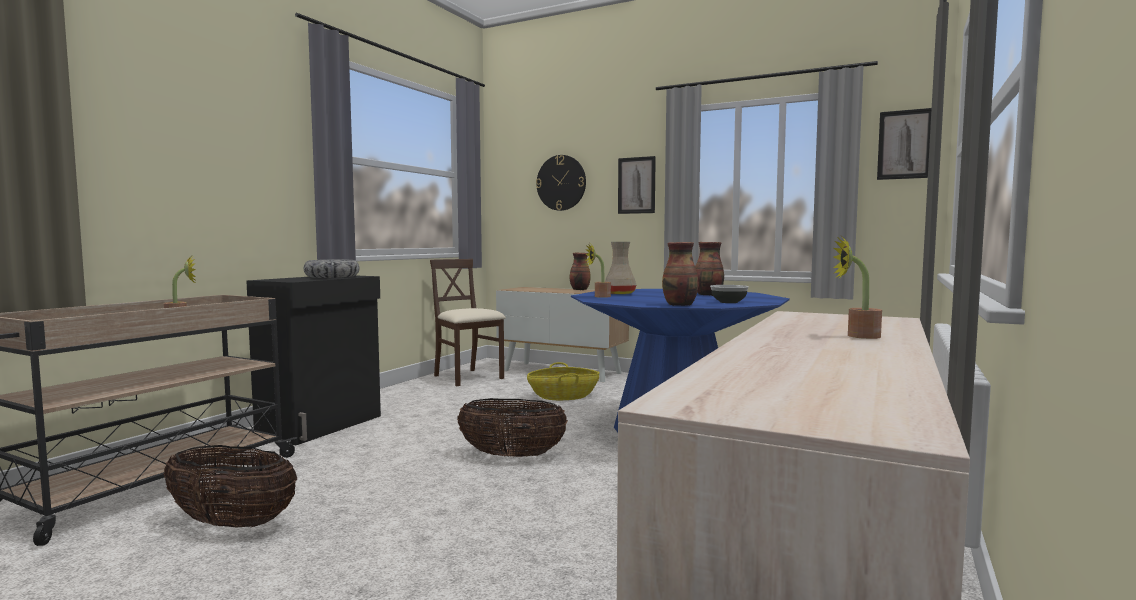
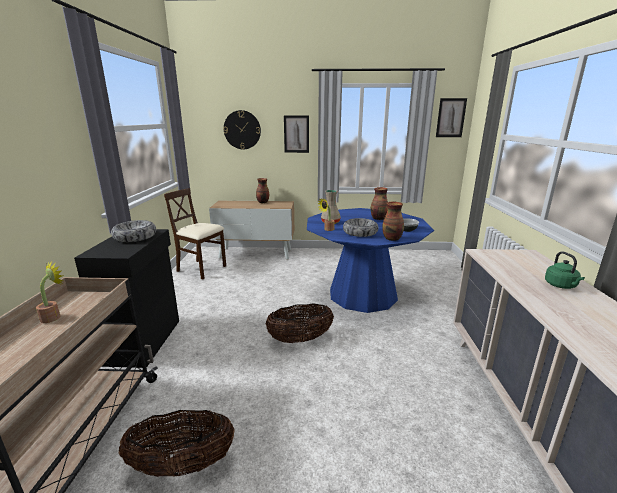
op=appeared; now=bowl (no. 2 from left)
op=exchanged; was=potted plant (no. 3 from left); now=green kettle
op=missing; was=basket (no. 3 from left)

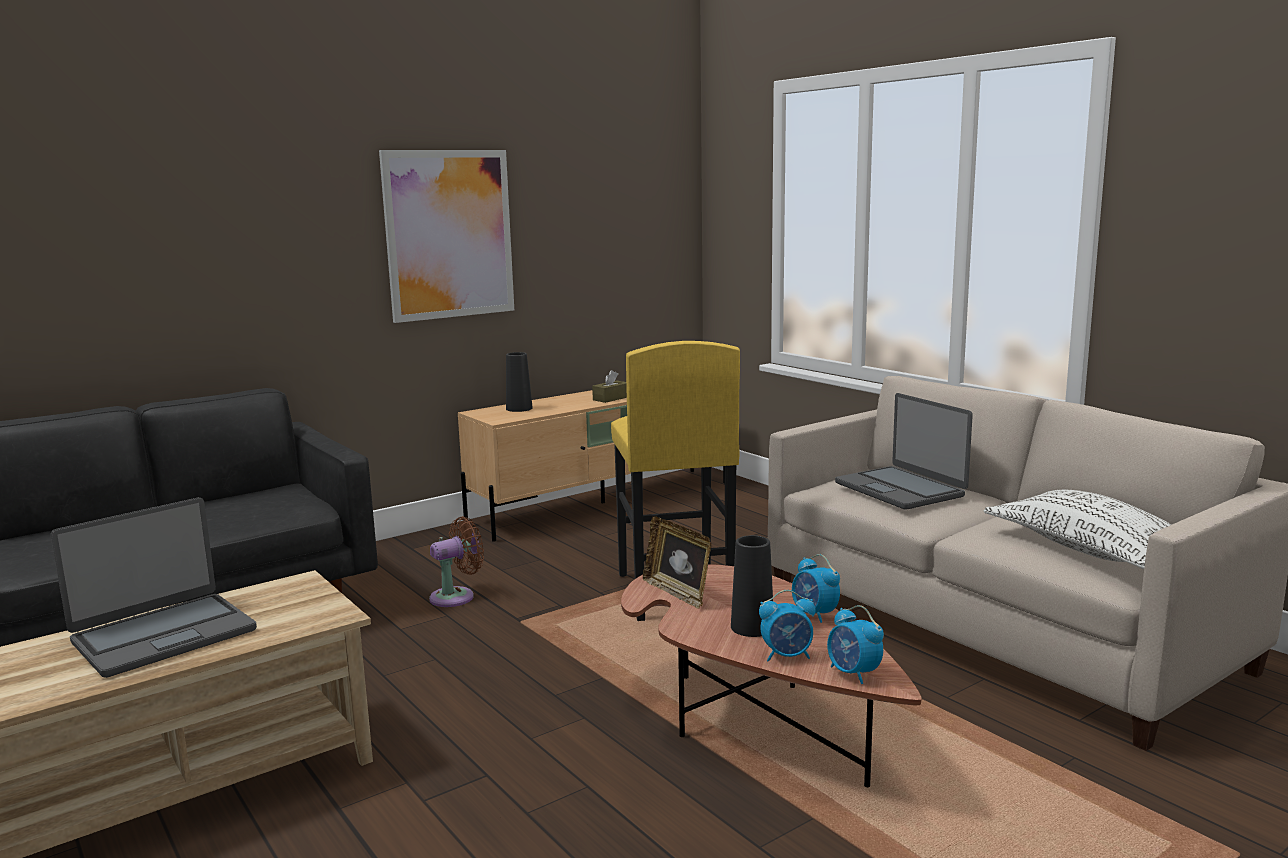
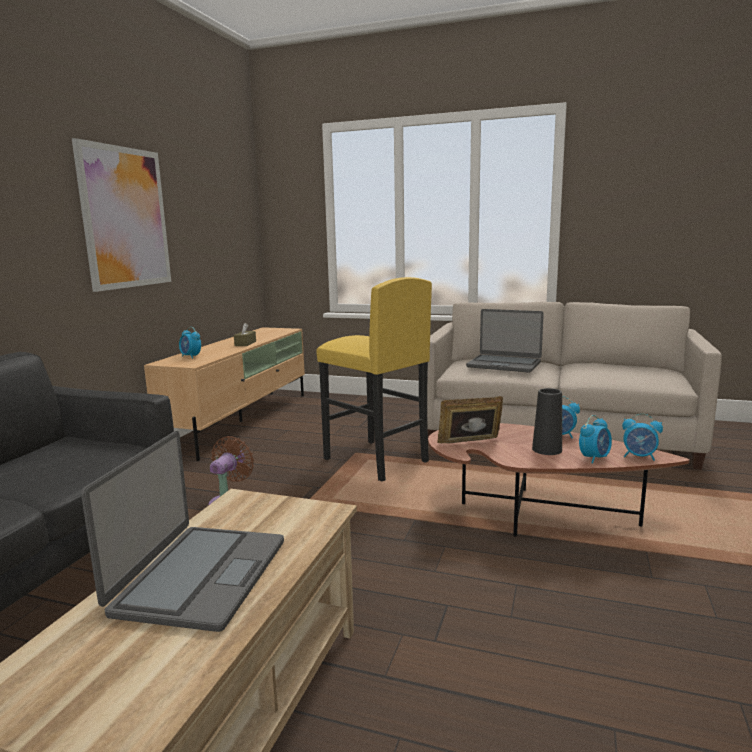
op=exchanged; was=black vase (no. 1 from left); now=alarm clock (no. 1 from left)
op=spun; was=picture frame; clockwise=150
op=missing; was=white pillow

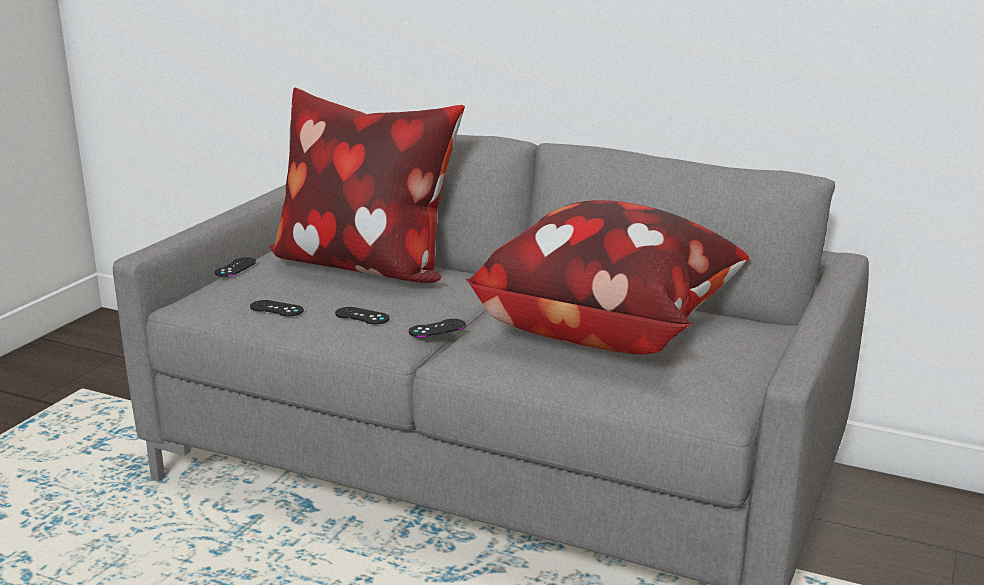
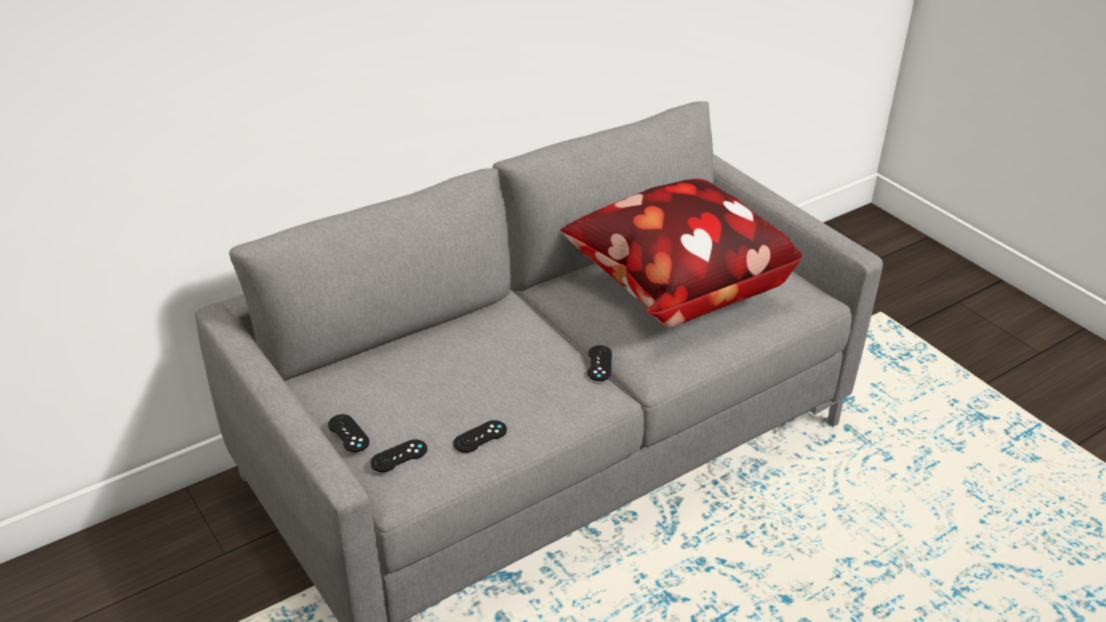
op=relocated; was=black game controller (no. 3 from left in the first image); now=black game controller (no. 2 from left)
op=missing; was=pillow (no. 1 from left)

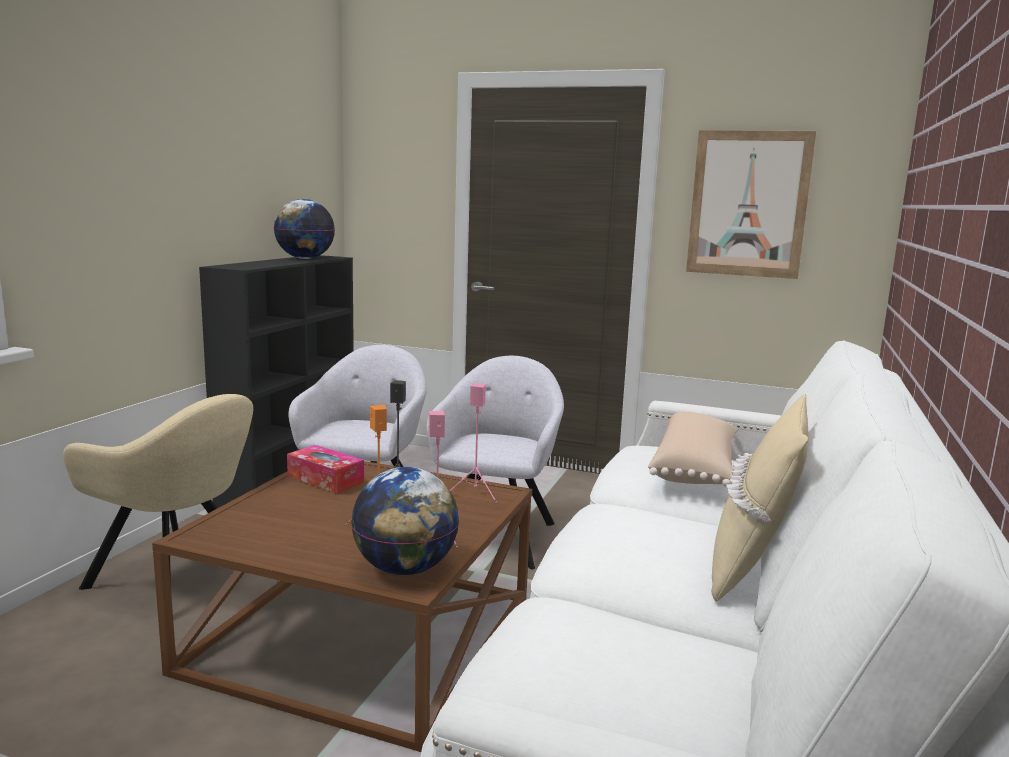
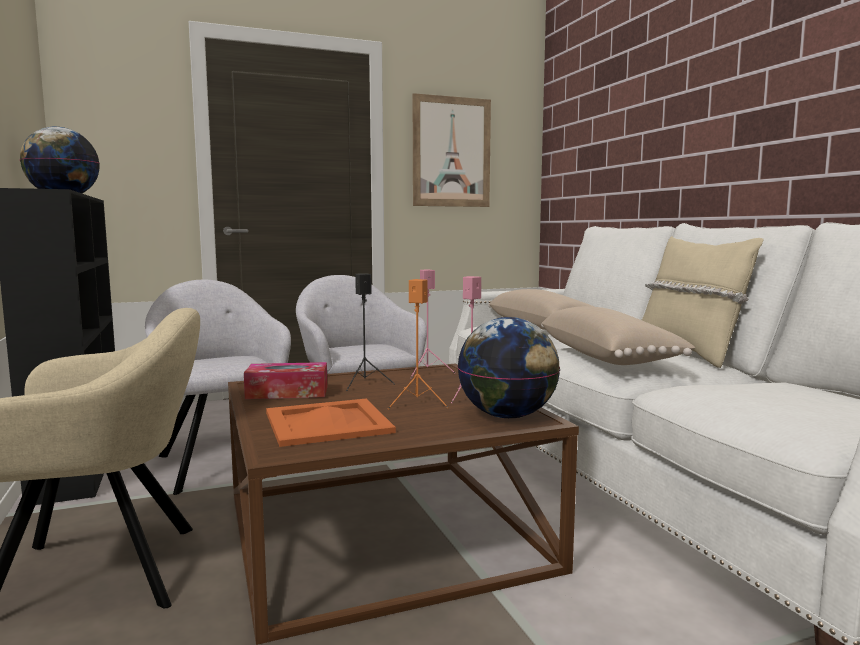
op=appeared; now=orange tray
op=appeared; now=beige pillow (no. 2 from left)

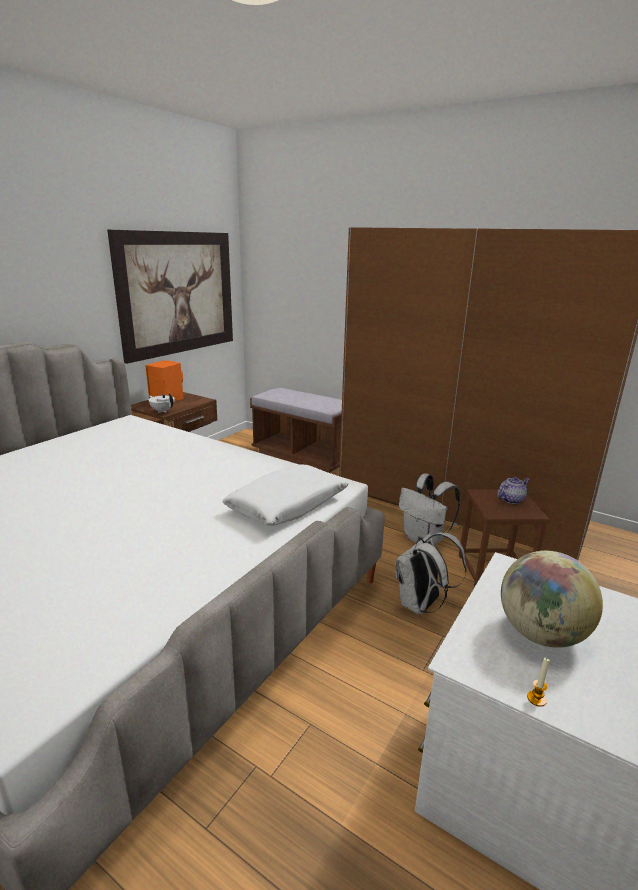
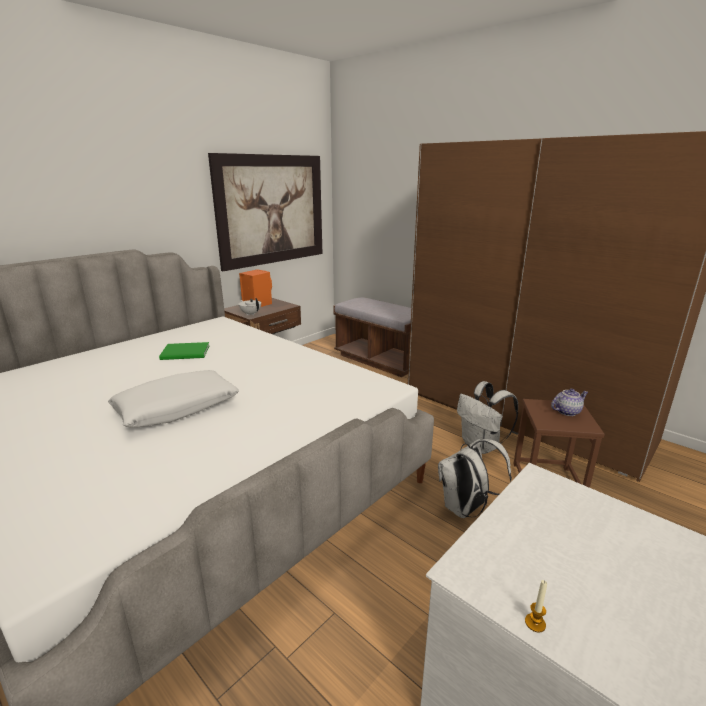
op=relocated; was=white pillow
op=appeared; now=green book
op=missing; was=globe

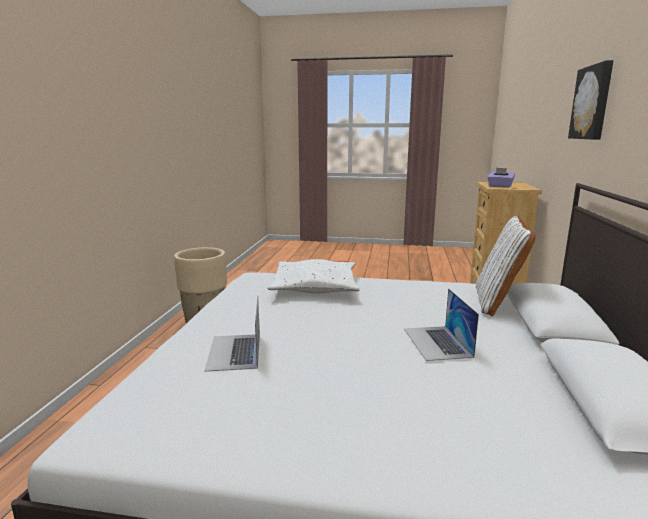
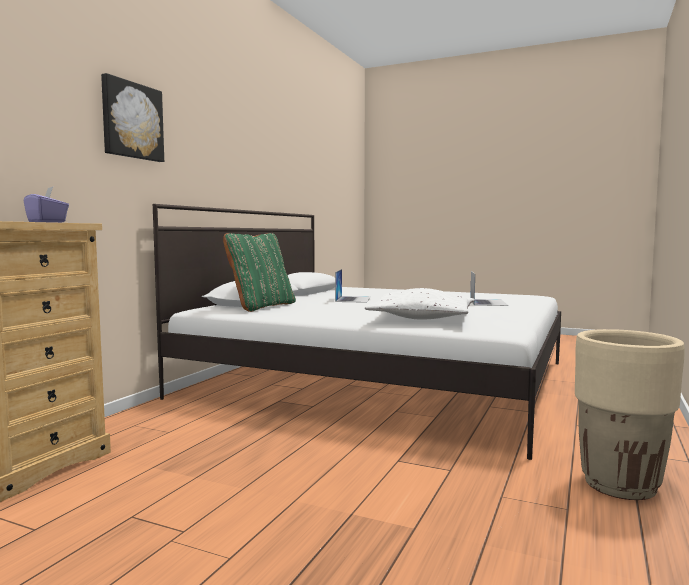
op=colour; was=white pillow (no. 2 from left); now=green pillow

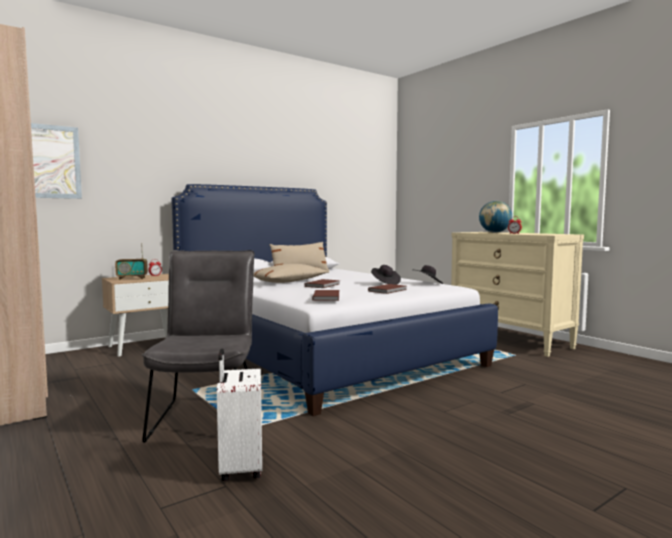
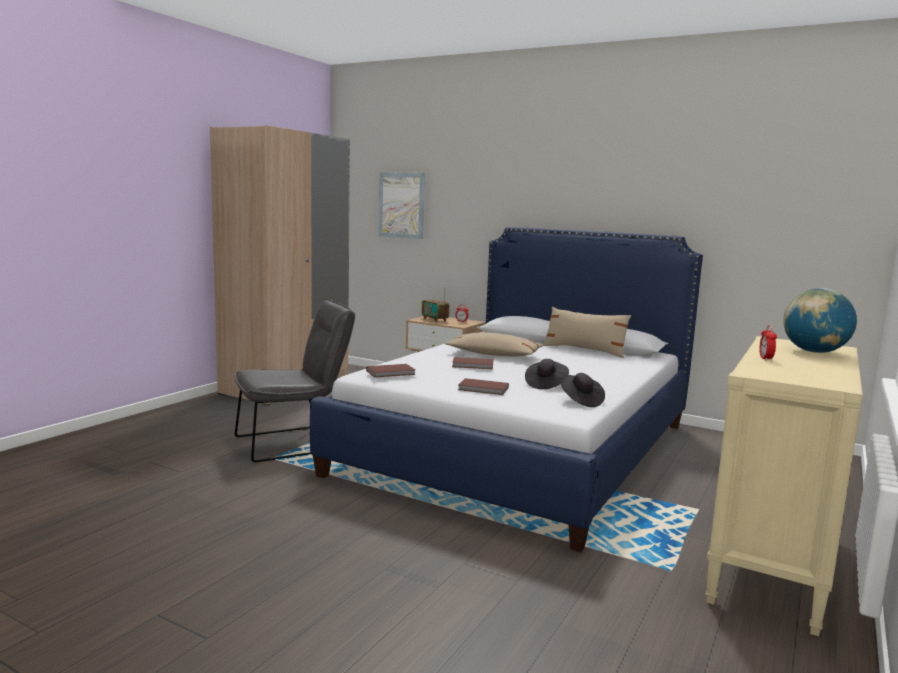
op=missing; was=white suitcase

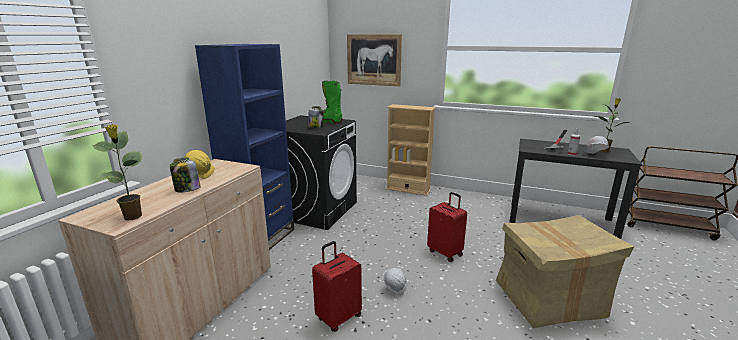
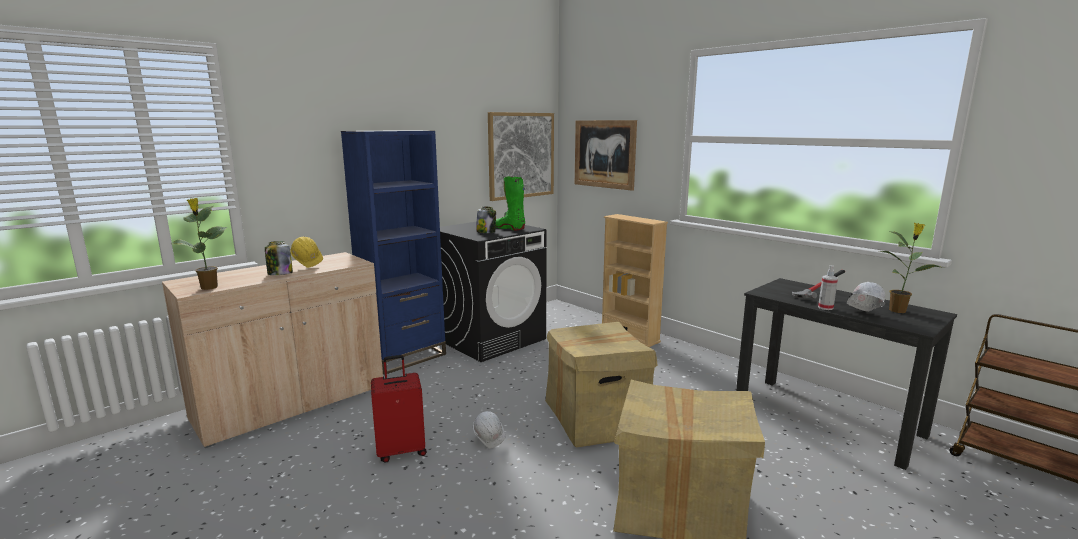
op=appeared; now=picture (no. 1 from left)
op=exchanged; was=red suitcase (no. 2 from left); now=cardboard box (no. 1 from left)

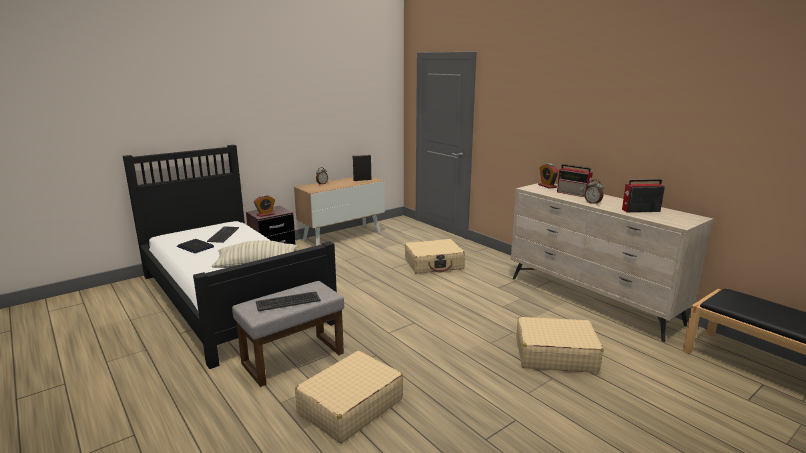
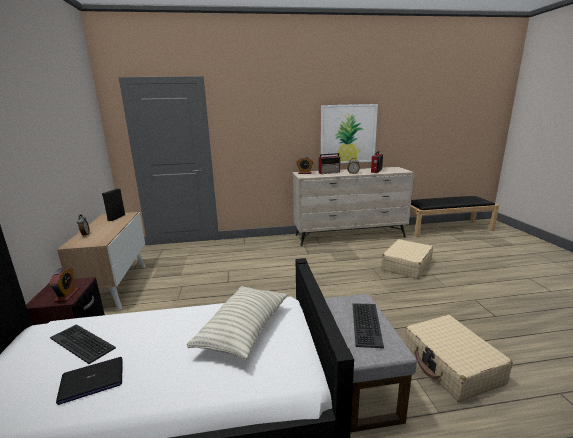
op=appeared; now=picture
op=missing; was=beige suitcase (no. 2 from left)

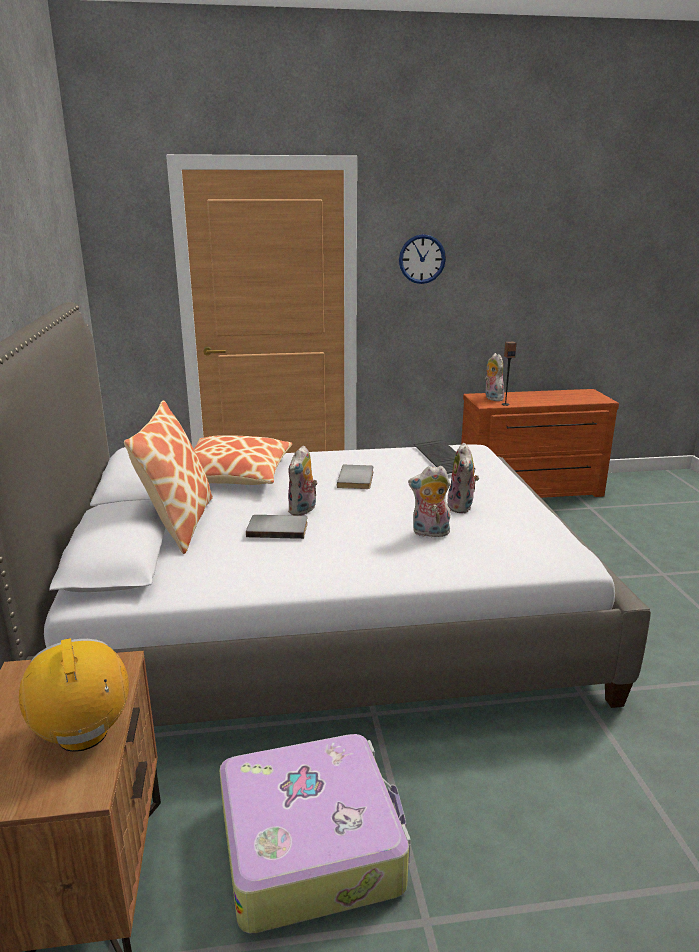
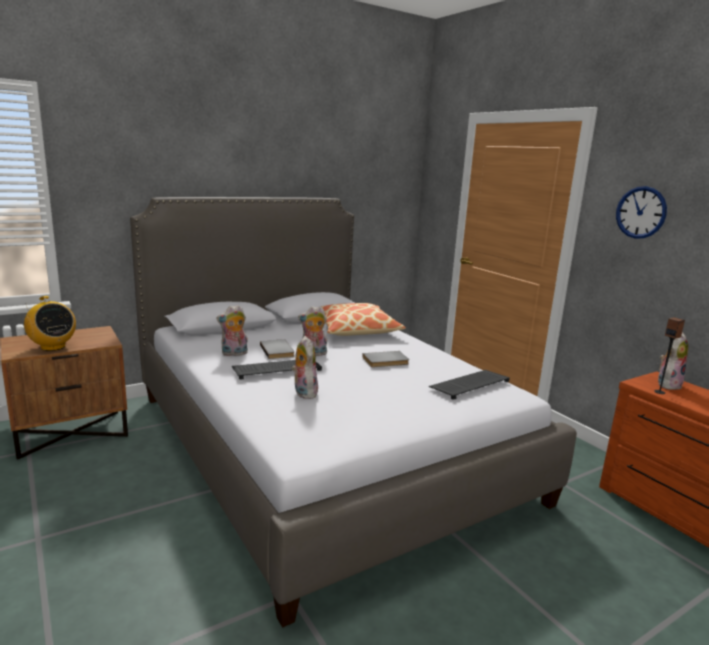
op=spun; was=radio; clockwise=90
op=relocated; was=plush toy (no. 3 from left in the first image); now=plush toy (no. 1 from left)
op=appeared; now=keyboard (no. 1 from left)
op=missing; was=pillow (no. 1 from left)
op=missing; was=suitcase

